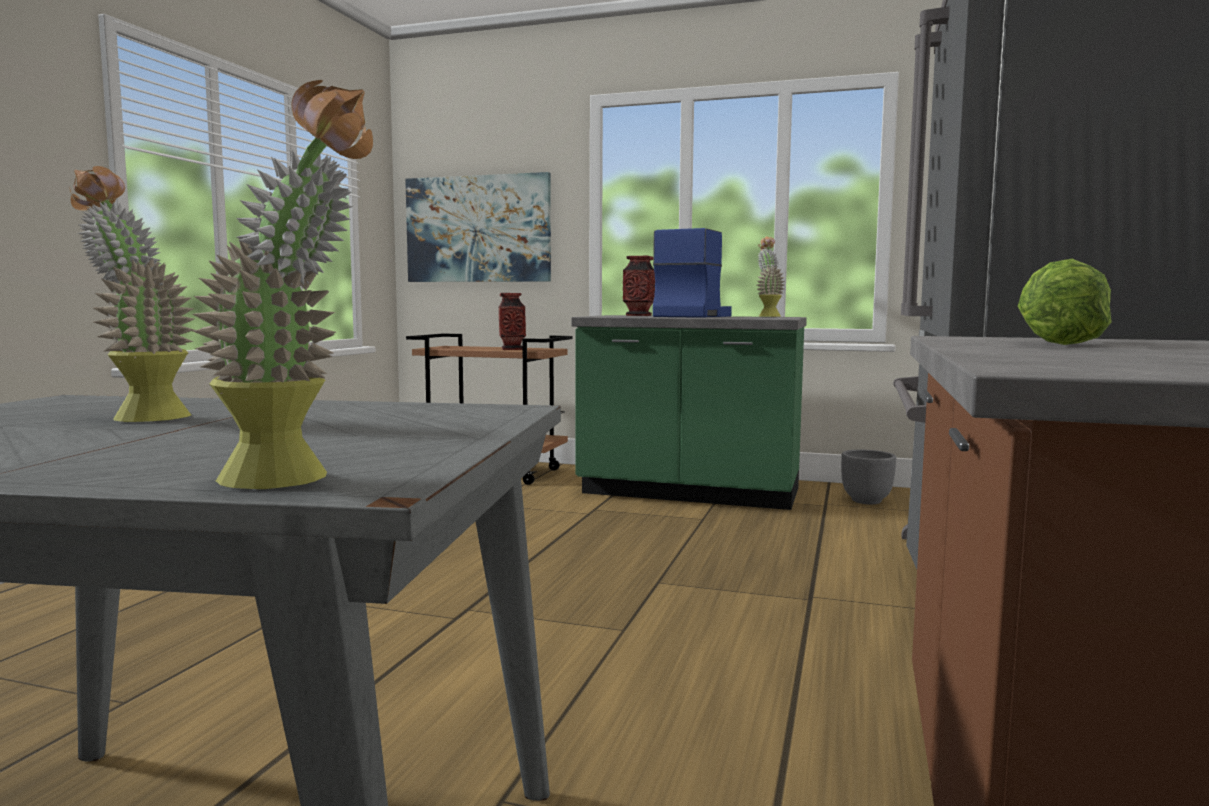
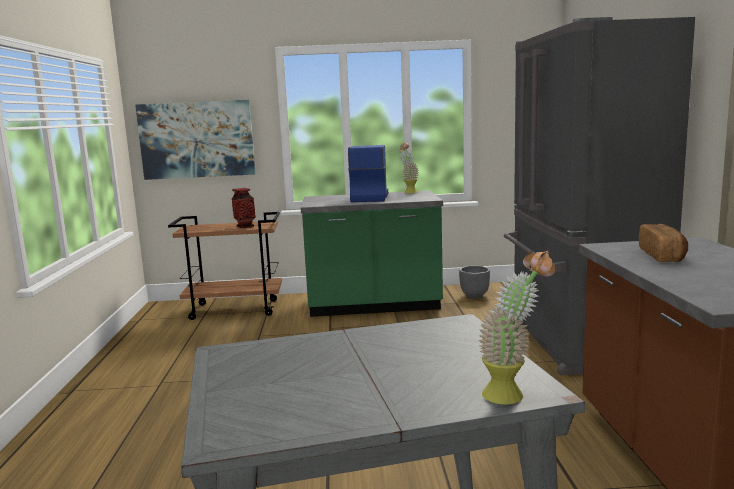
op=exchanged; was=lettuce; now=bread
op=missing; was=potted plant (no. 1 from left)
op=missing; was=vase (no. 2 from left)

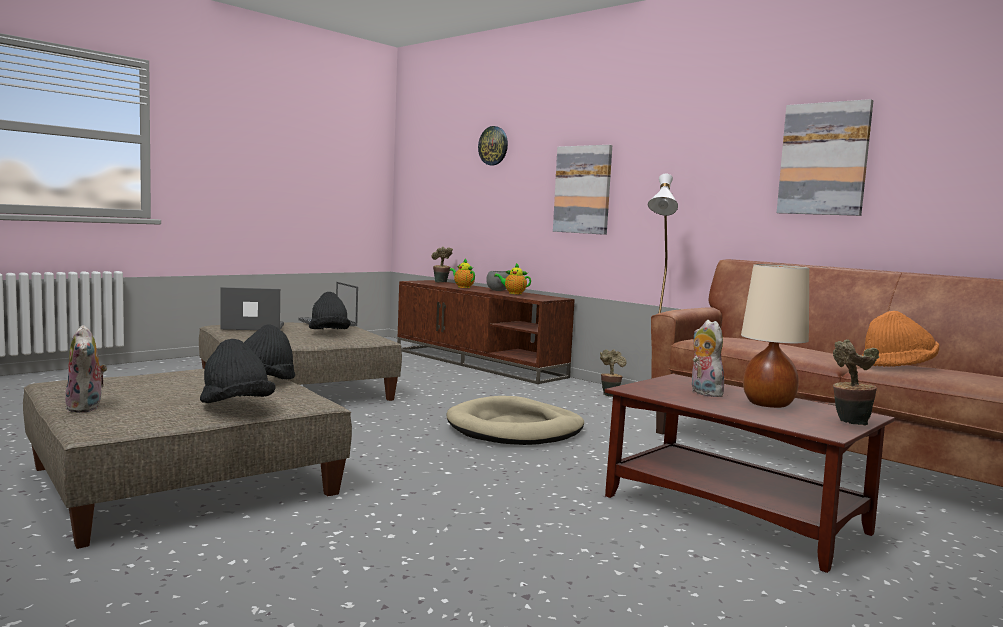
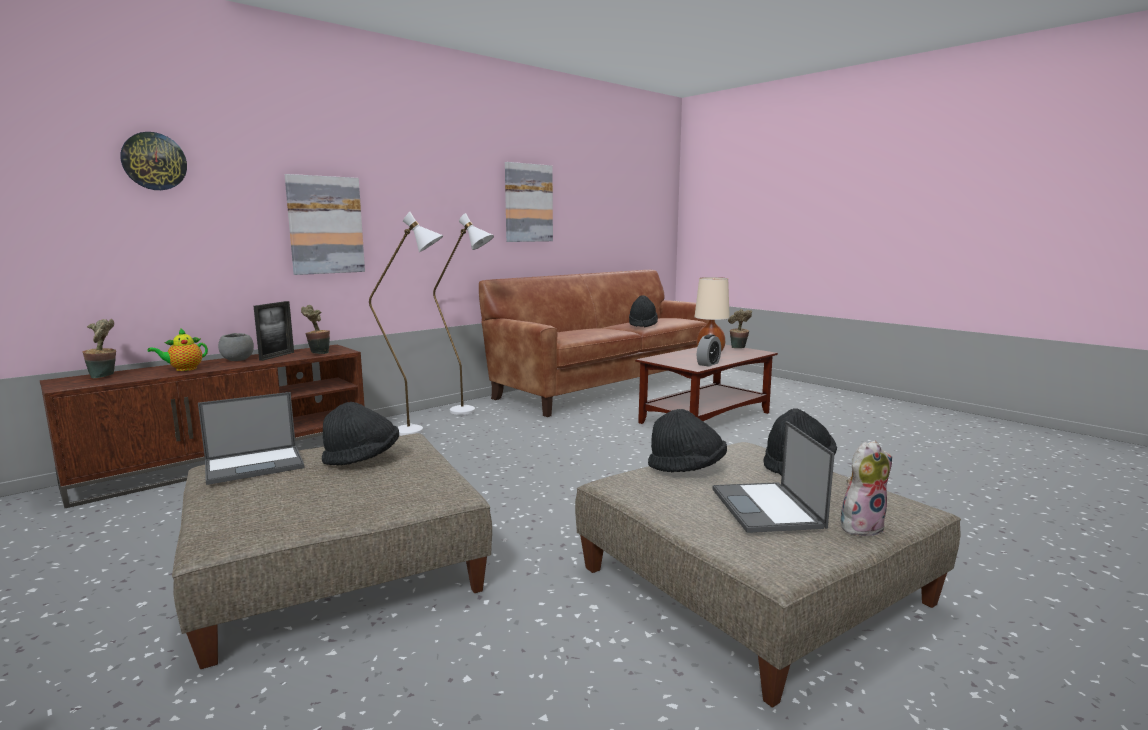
op=exchanged; was=teapot (no. 2 from left); now=picture frame
op=relocated; was=potted plant (no. 2 from left)
op=appeared; now=white floor lamp (no. 1 from left)
op=colour; was=orange hat; now=black hat (no. 2 from left)
op=appeared; now=alarm clock
op=relocated; was=laptop (no. 1 from left in the first image); now=laptop (no. 2 from left)
op=missing; was=beige dog bed
op=missing; was=plush toy (no. 2 from left)

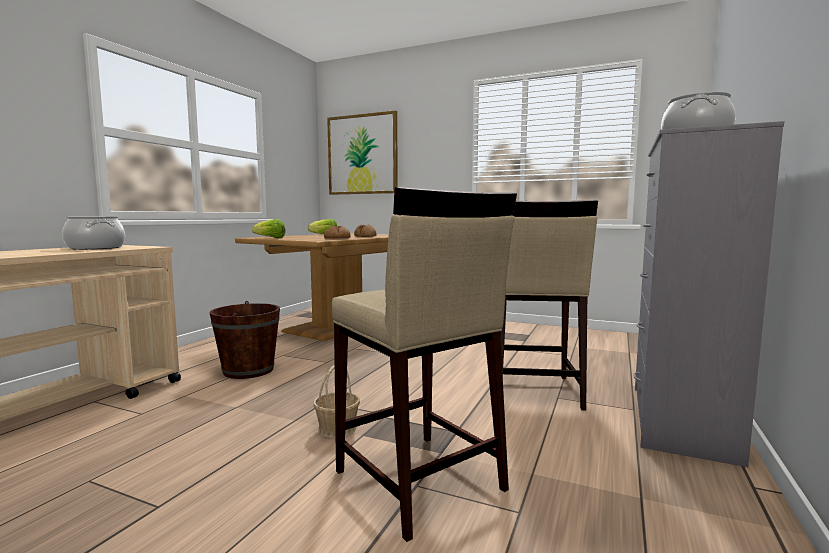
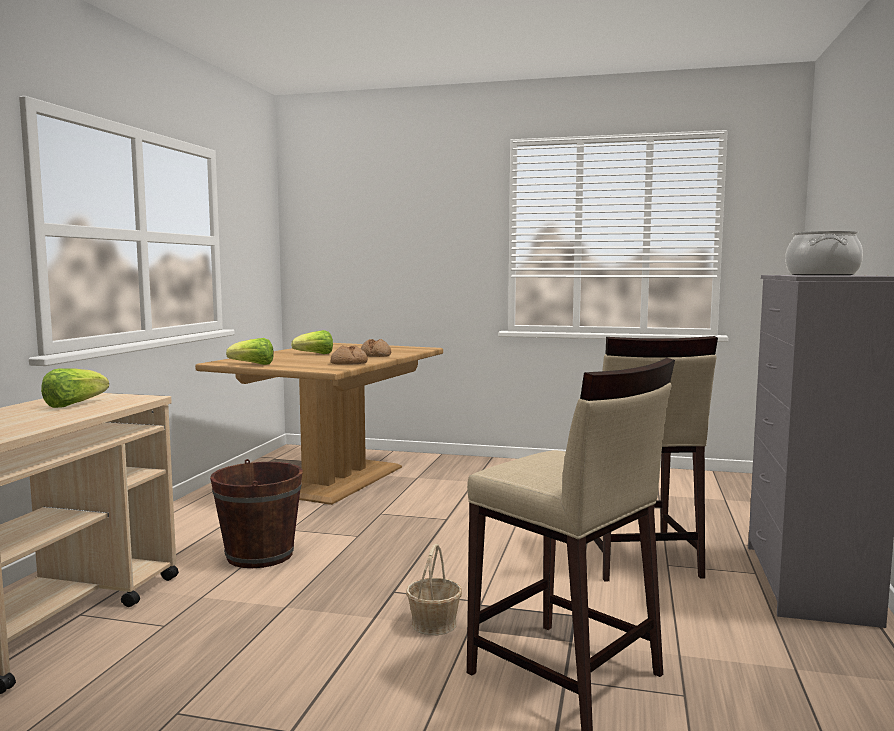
op=exchanged; was=cooking pot (no. 1 from left); now=lettuce (no. 1 from left)
op=missing; was=picture

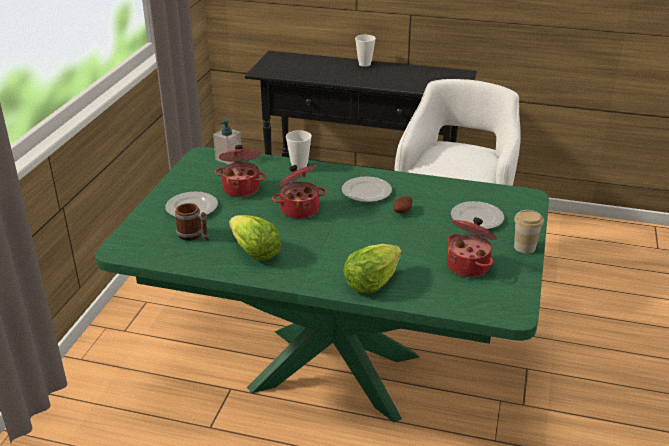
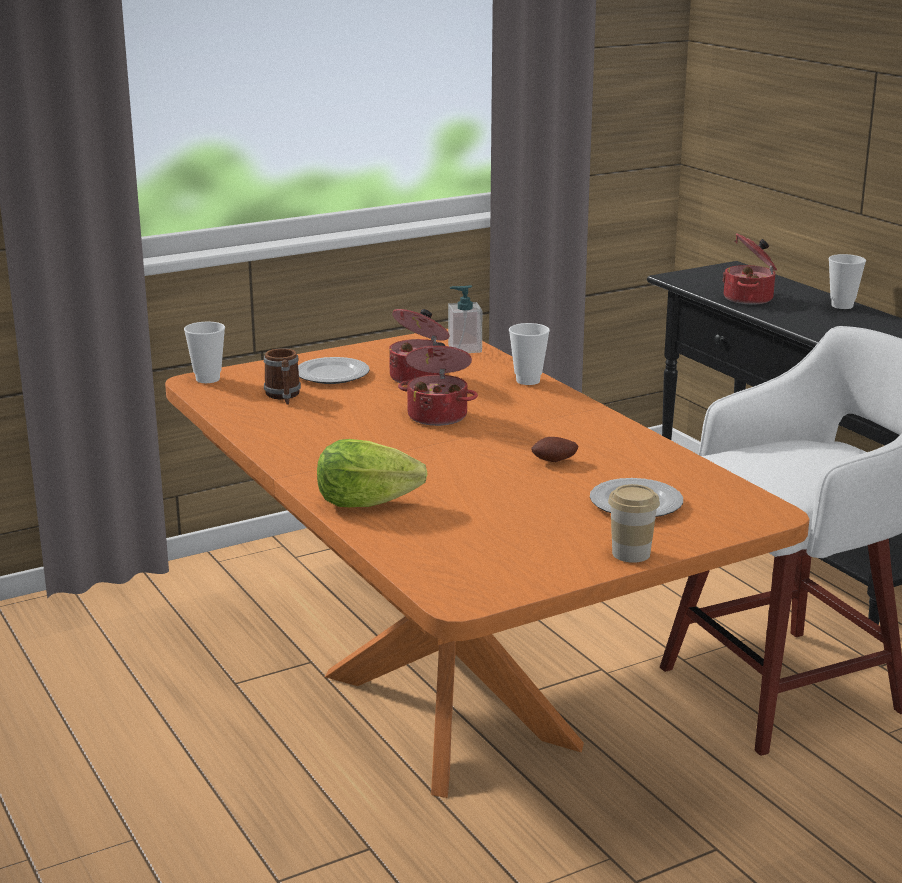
op=colour; was=green dining table; now=orange dining table
op=appeared; now=cup (no. 1 from left)
op=relocated; was=cooking pot (no. 3 from left)
op=missing; was=lettuce (no. 1 from left)
op=missing; was=plate (no. 2 from left)

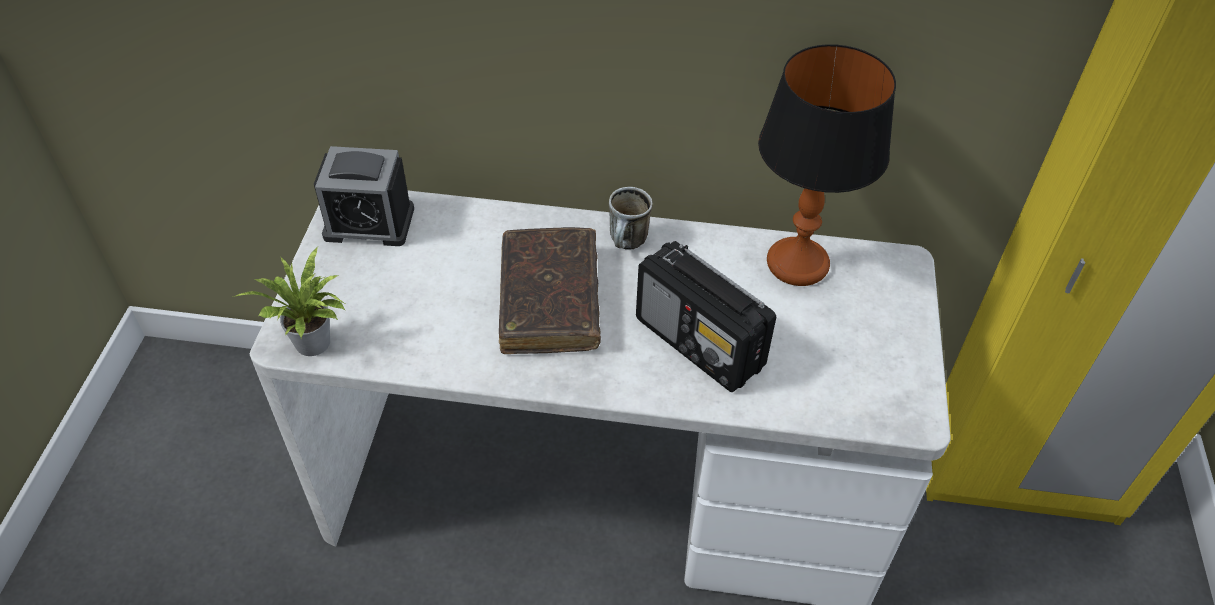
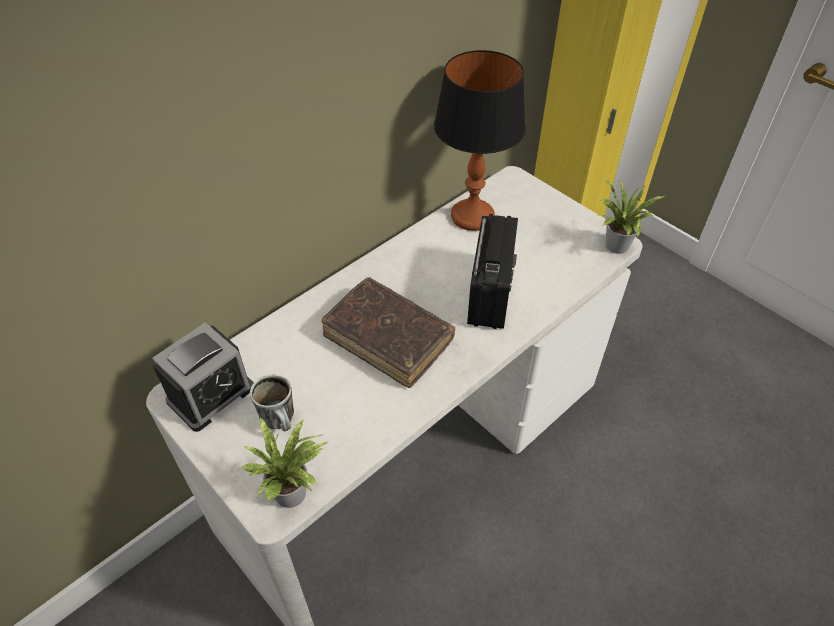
op=relocated; was=mug
op=spun; was=radio; clockwise=-75
op=appeared; now=potted plant (no. 2 from left)

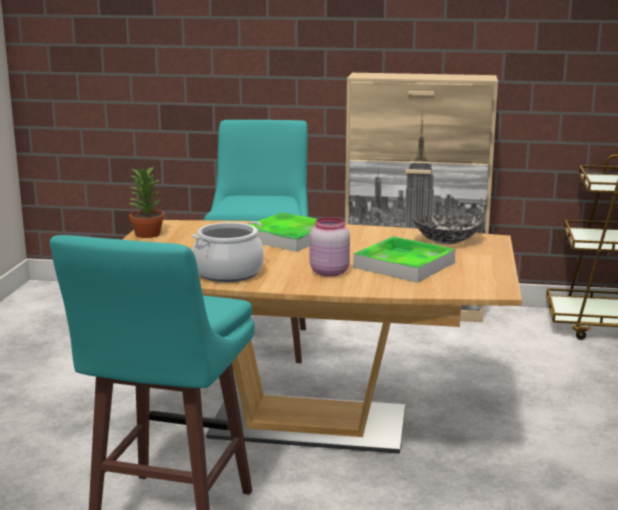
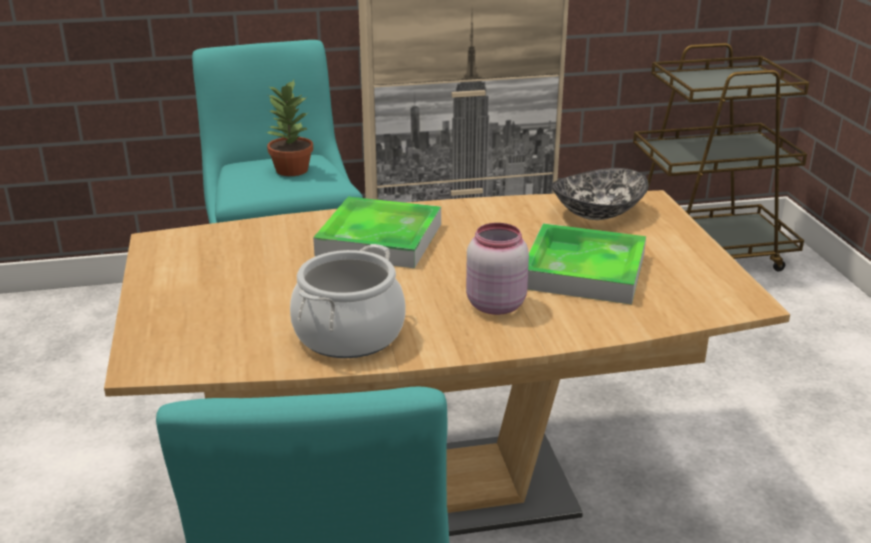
op=relocated; was=potted plant

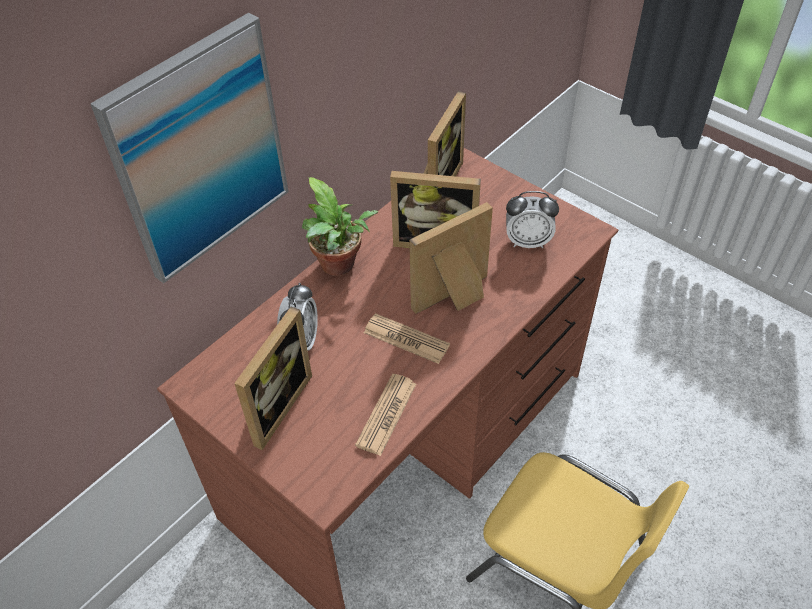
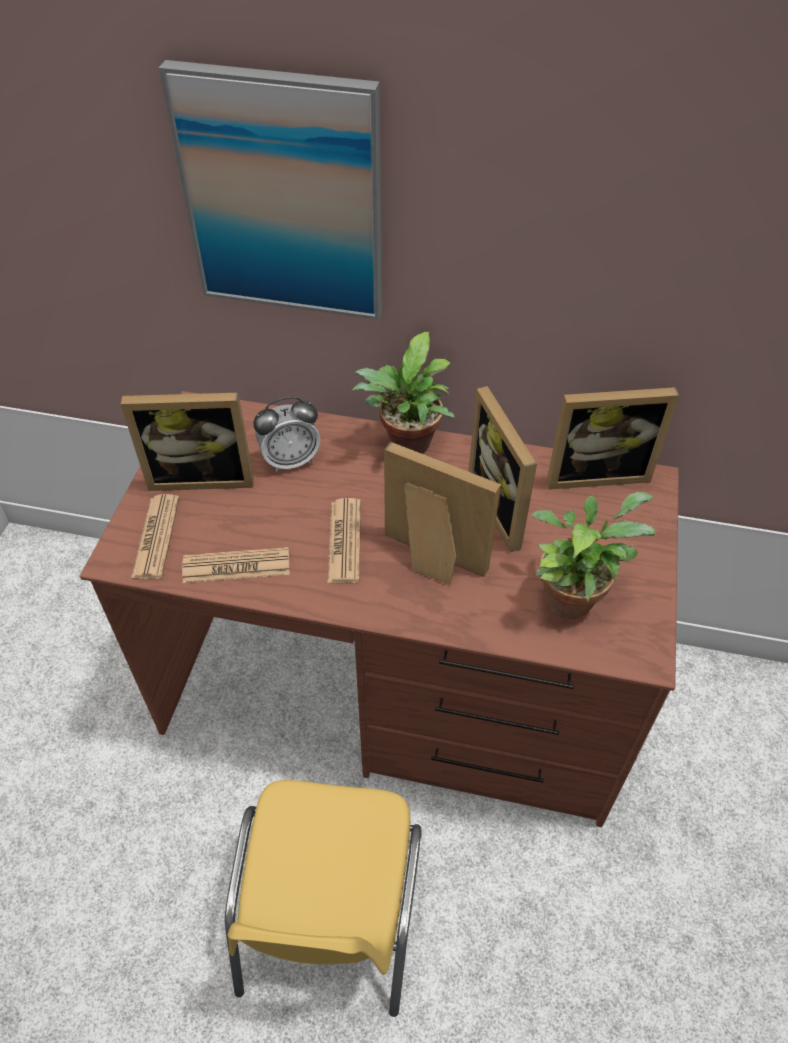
op=appeared; now=newspaper (no. 1 from left)
op=exchanged; was=alarm clock (no. 2 from left); now=potted plant (no. 2 from left)

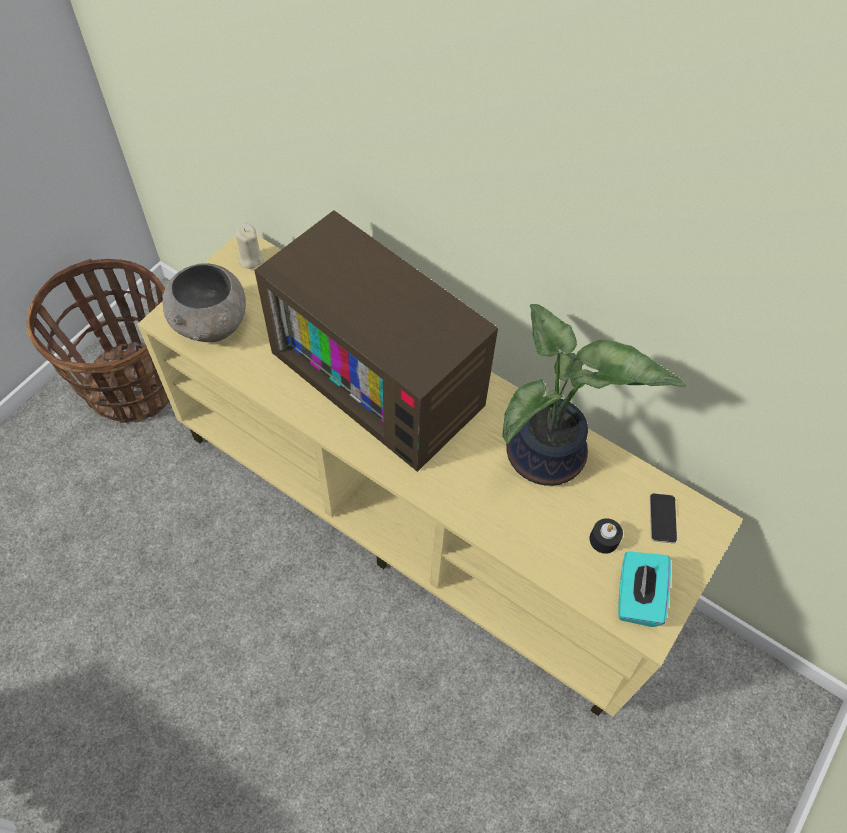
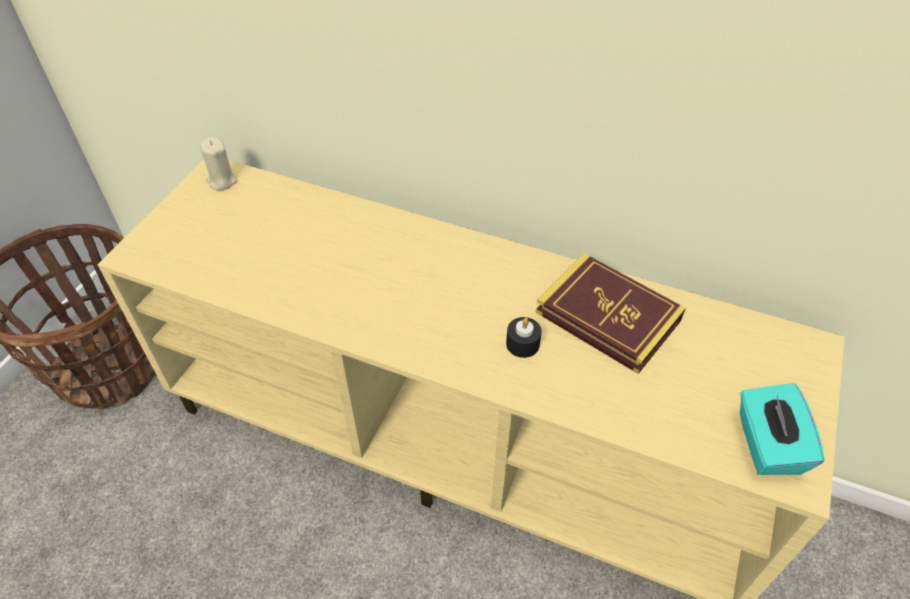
op=relocated; was=black candle
op=exchanged; was=potted plant; now=book
op=missing; was=grey bowl
op=missing; was=television
op=missing; was=phone

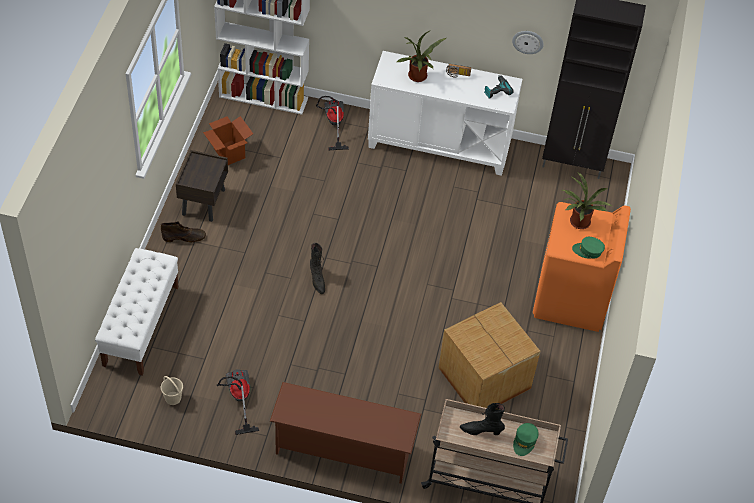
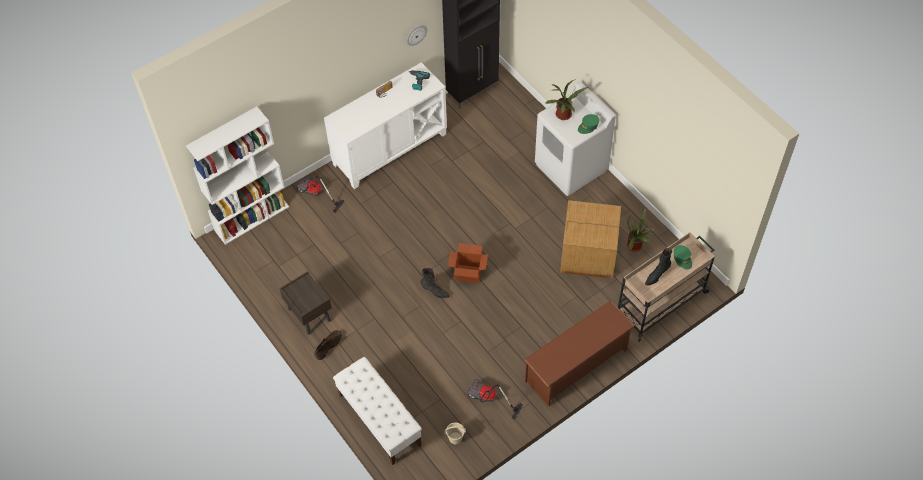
op=relocated; was=cardboard box (no. 1 from left)
op=colour; was=orange washing machine; now=white washing machine
op=relocated; was=potted plant (no. 1 from left in the first image); now=potted plant (no. 2 from left)

